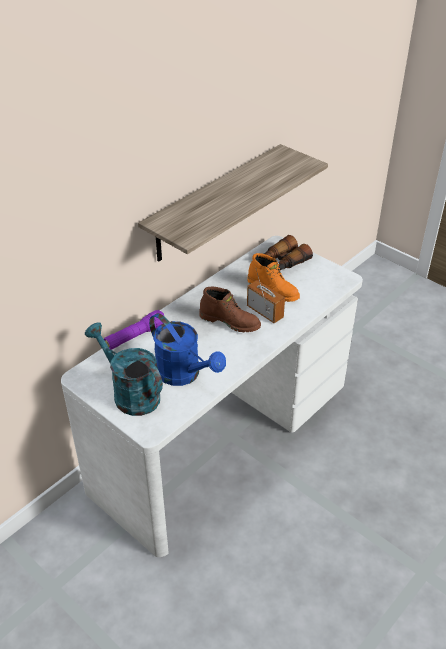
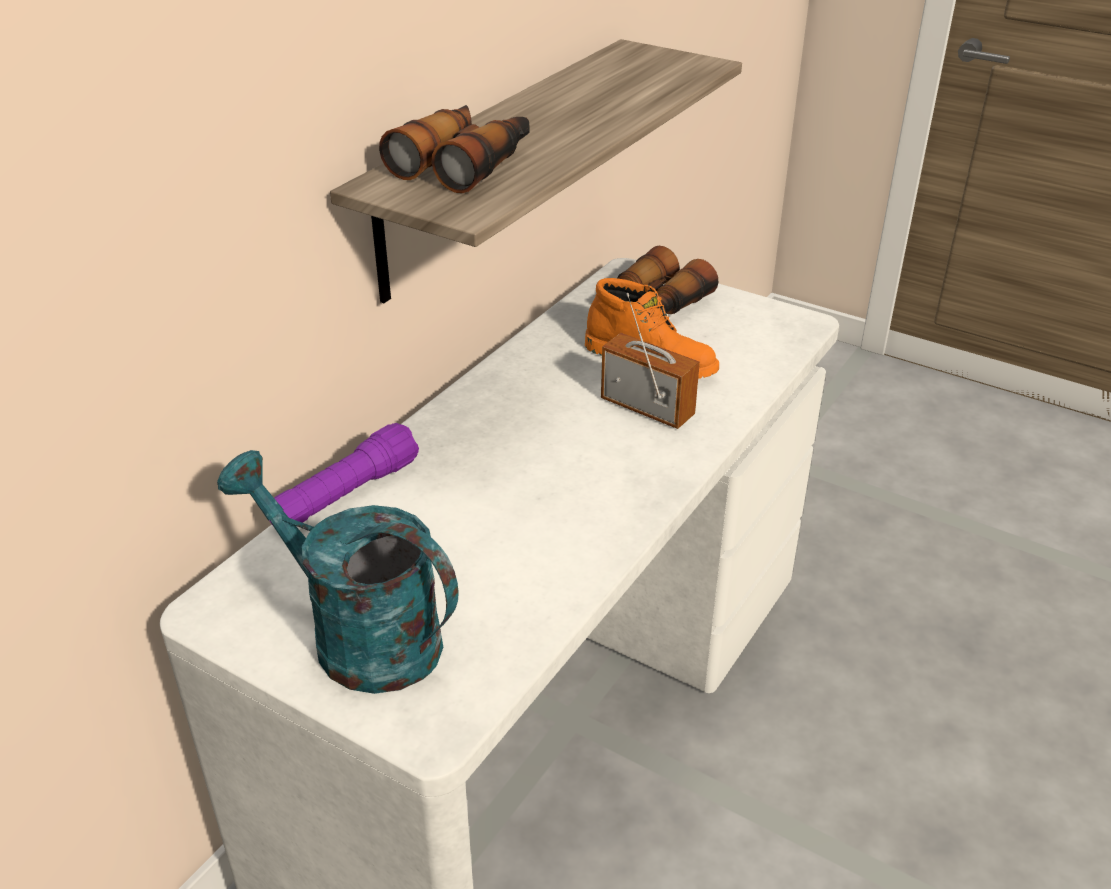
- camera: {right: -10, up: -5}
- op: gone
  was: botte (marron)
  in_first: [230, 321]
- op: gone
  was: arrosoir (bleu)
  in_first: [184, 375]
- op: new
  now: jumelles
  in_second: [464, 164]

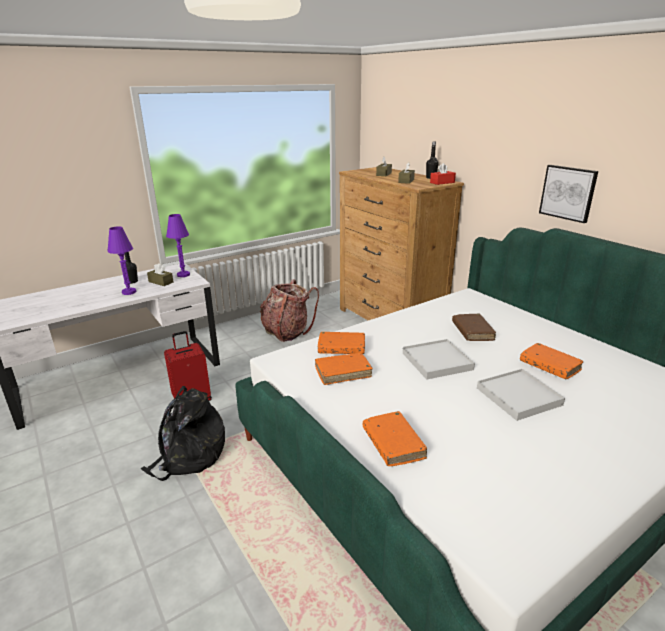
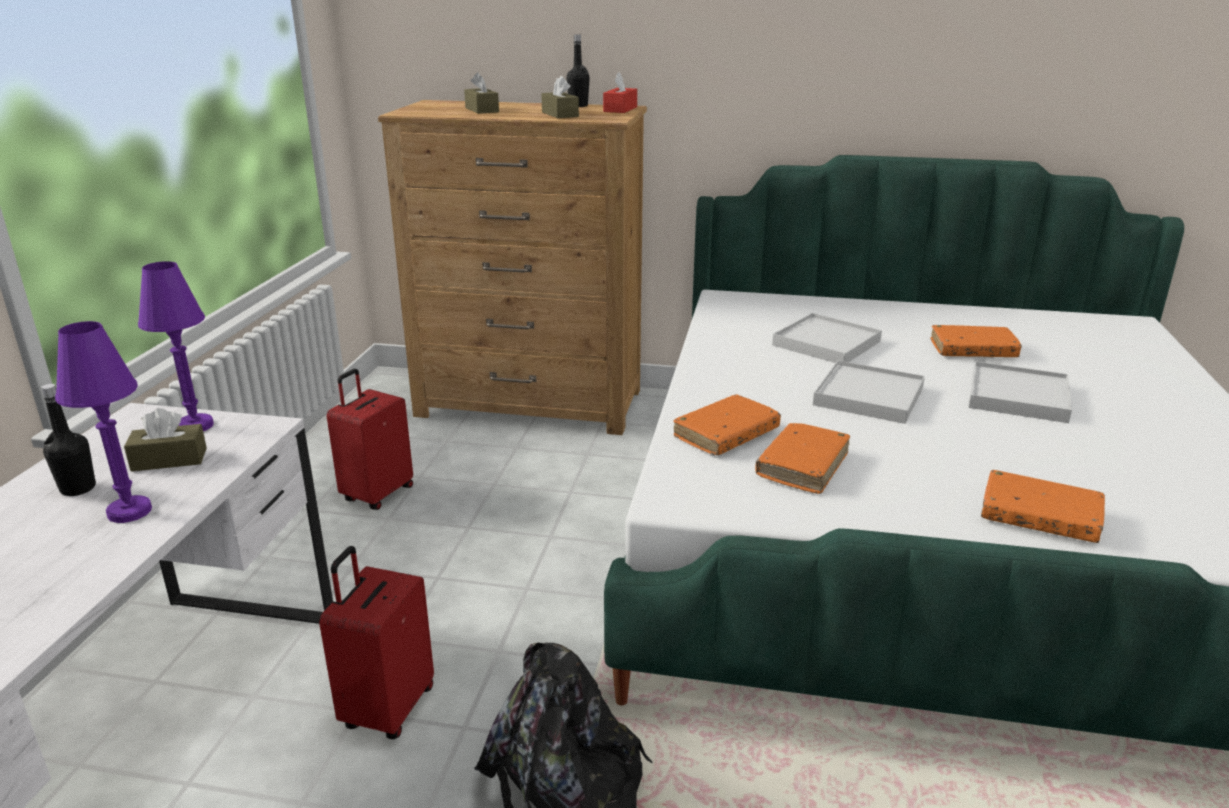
- camera: {right: -45, up: 0}
- op: gone
  was: tableau
  in_first: [568, 193]
- op: swapped
  was: sac à dos
  now: valise (rouge)
  in_first: [287, 332]
  in_second: [377, 494]
- op: swapped
  was: livre (marron)
  now: plateau (blanc)
  in_first: [472, 332]
  in_second: [826, 343]

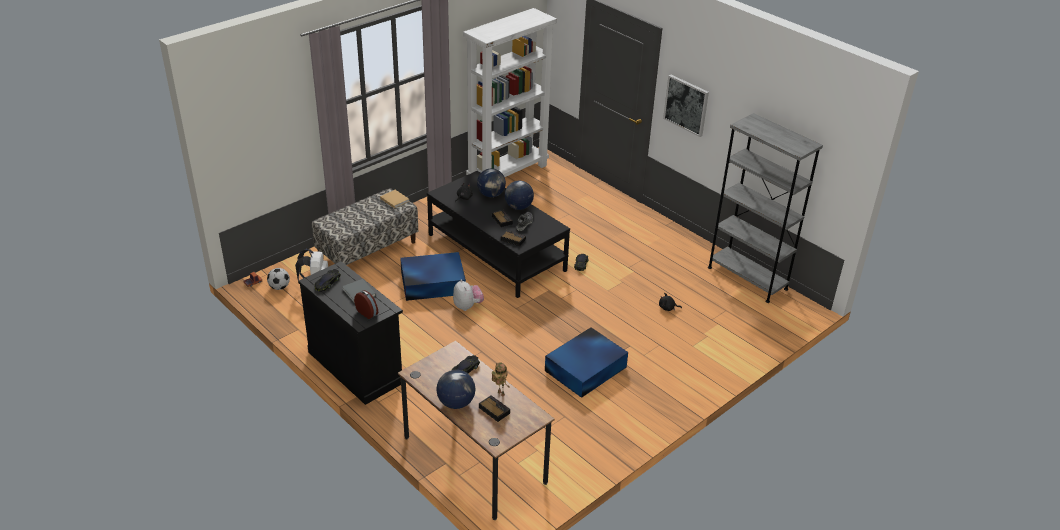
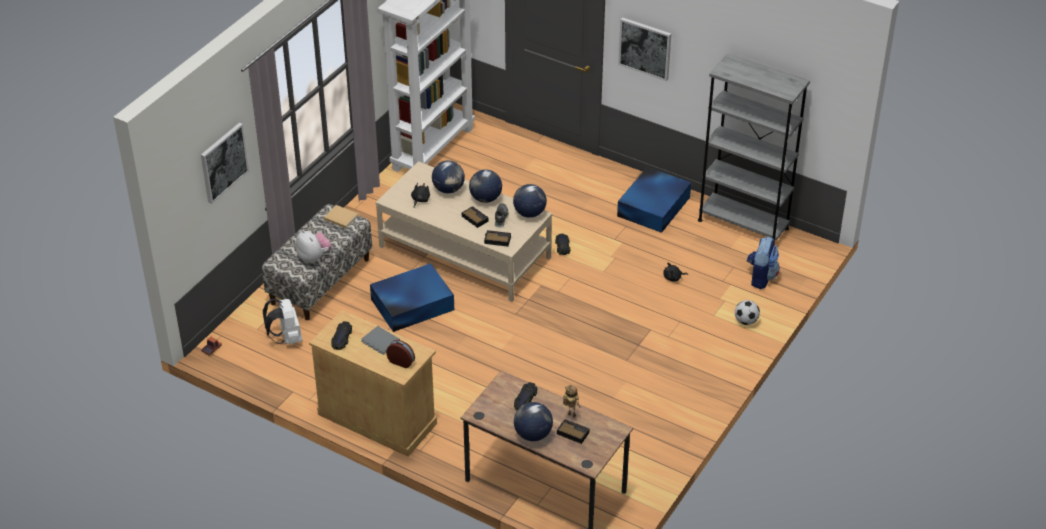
- camera: {right: -15, up: 5}
- op: repainted
  was: table basse (noir)
  now: table basse (beige)
  in_first: [496, 252]
  in_second: [464, 252]
- op: repainted
  was: meuble de rangement (noir)
  now: meuble de rangement (beige)
  in_first: [356, 367]
  in_second: [377, 418]
- op: shifted
  was: ballon de foot
  in_first: [279, 287]
  in_second: [746, 321]
- op: shifted
  was: peluche
  in_first: [467, 306]
  in_second: [314, 257]
- op: shifted
  was: boîte de rangement (bleu)
  in_first: [586, 368]
  in_second: [654, 206]
- op: new
  now: tableau
  in_second: [223, 162]
- op: new
  now: globe
  in_second: [529, 213]
- op: new
  now: sac à dos
  in_second: [760, 277]

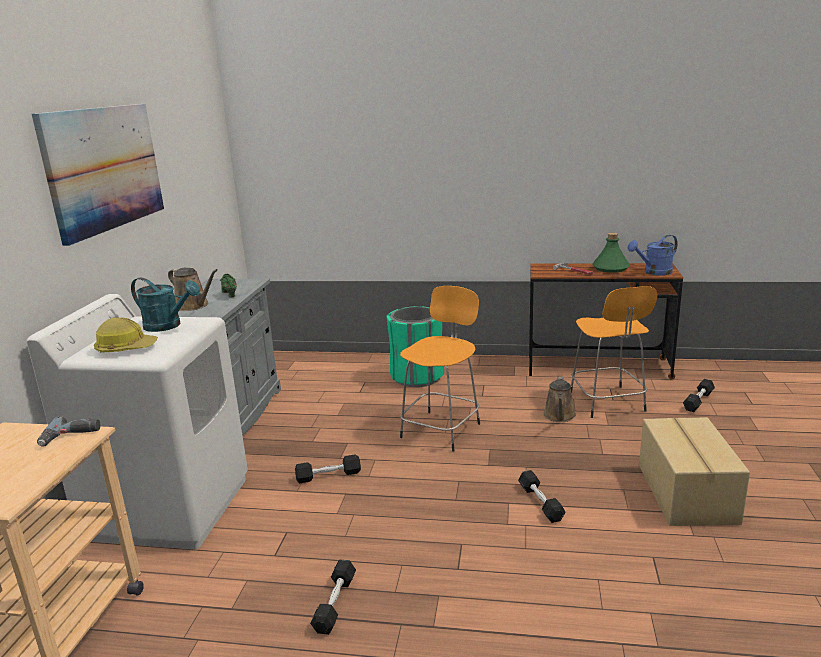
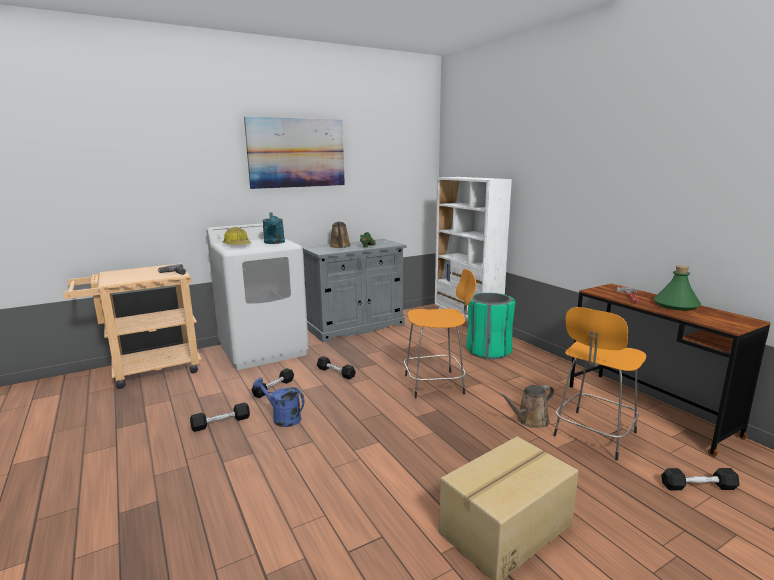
- camera: {right: 50, up: -5}
- op: shifted
  was: arrosoir (bleu)
  in_first: [654, 272]
  in_second: [282, 418]
- op: shifted
  was: haltère (noir)
  in_first: [540, 503]
  in_second: [274, 388]
- op: new
  now: bibliothèque (blanc)
  in_second: [466, 325]

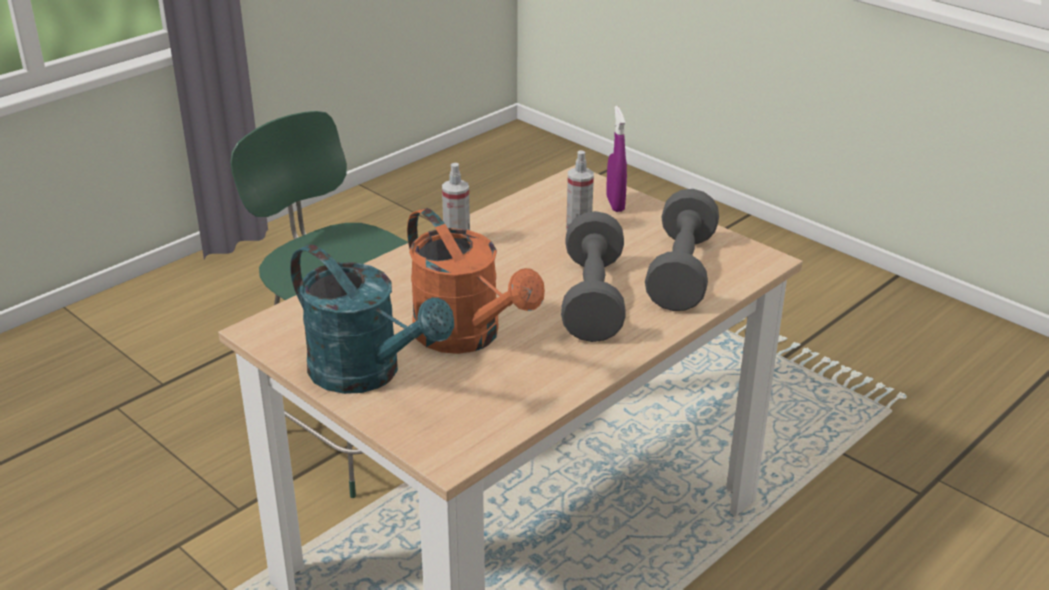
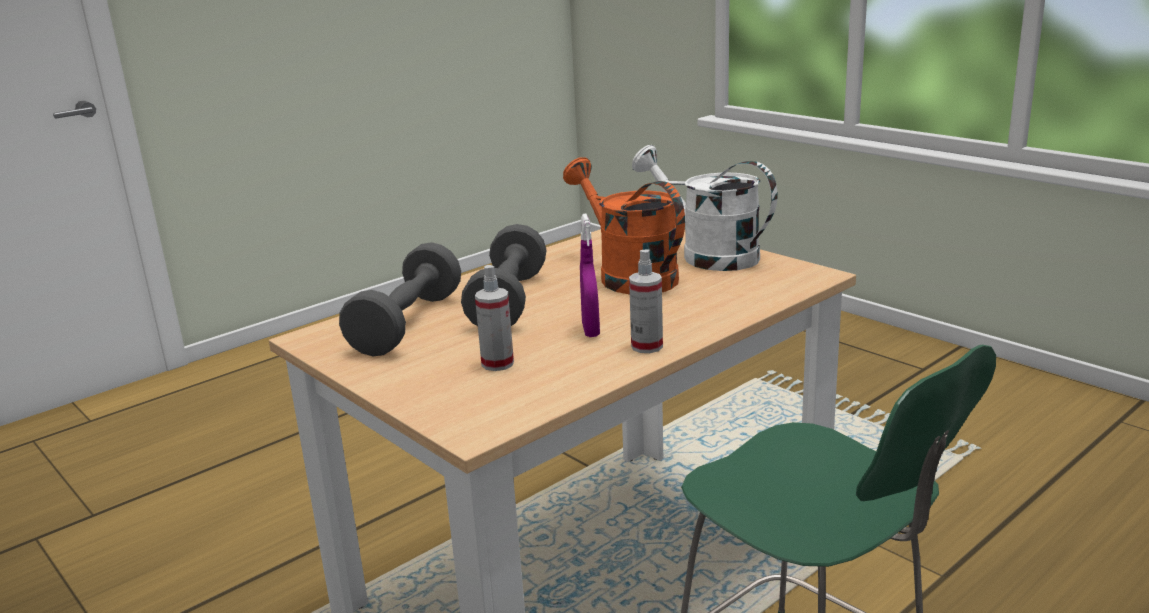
- camera: {right: -175, up: -10}
- op: shifted
  was: vaporisateur (violet)
  in_first: [615, 204]
  in_second: [590, 330]
- op: repainted
  was: arrosoir (turquoise)
  now: arrosoir (blanc)
  in_first: [367, 374]
  in_second: [707, 255]

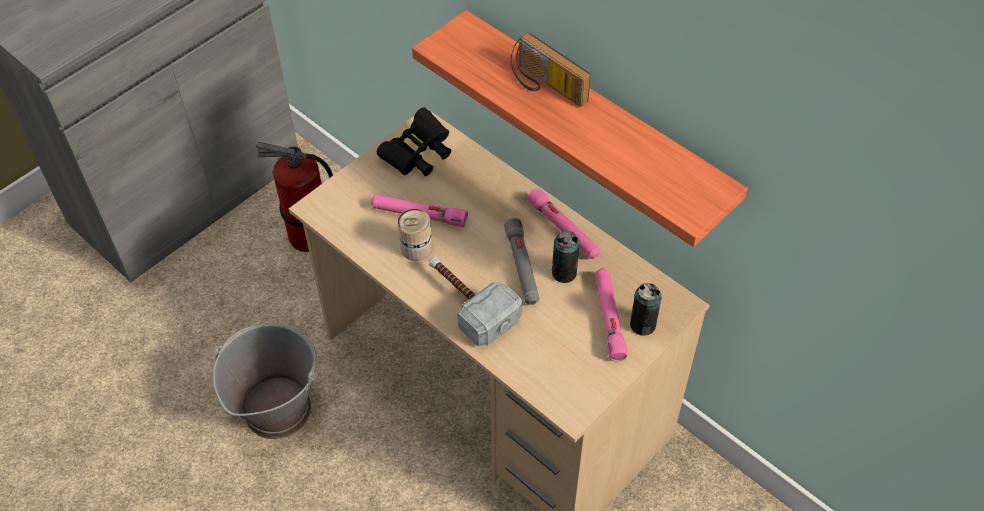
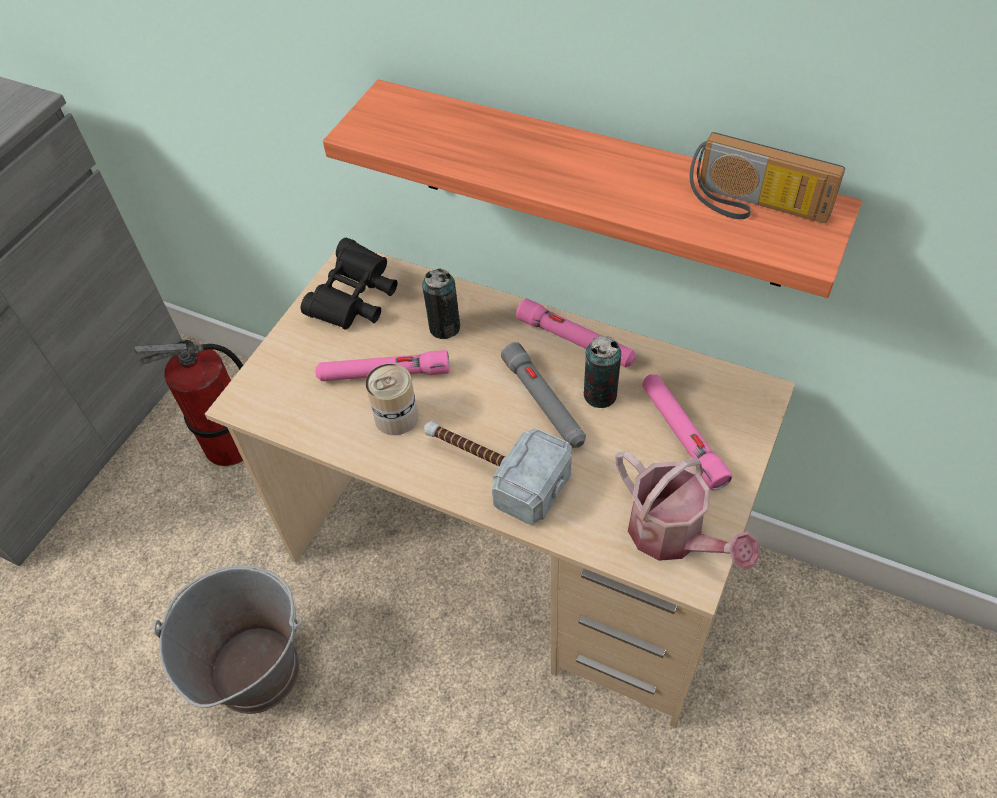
- camera: {right: -15, up: 0}
- op: shifted
  was: radio
  in_first: [545, 86]
  in_second: [754, 207]
- op: shifted
  was: boîte métallique
  in_first: [642, 325]
  in_second: [444, 327]
- op: new
  now: arrosoir
  in_second: [673, 536]

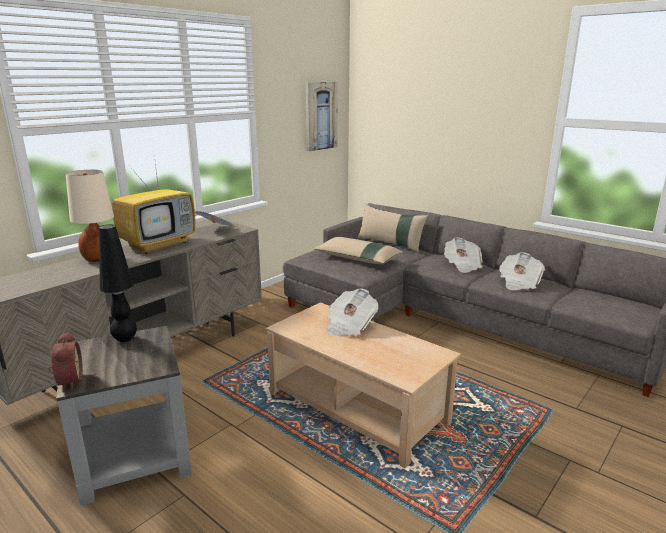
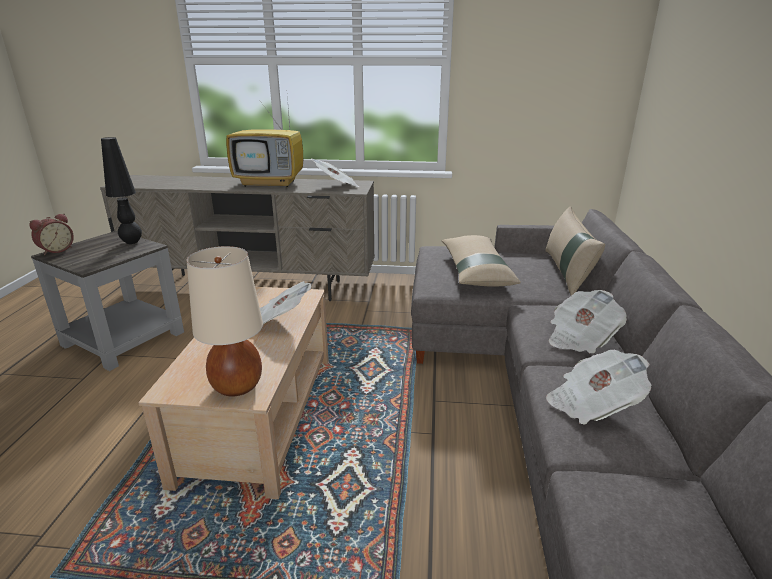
- camera: {right: 55, up: 5}
- op: gone
  was: tableau
  in_first: [320, 116]
- op: shifted
  was: lampe de table (beige)
  in_first: [99, 259]
  in_second: [236, 387]

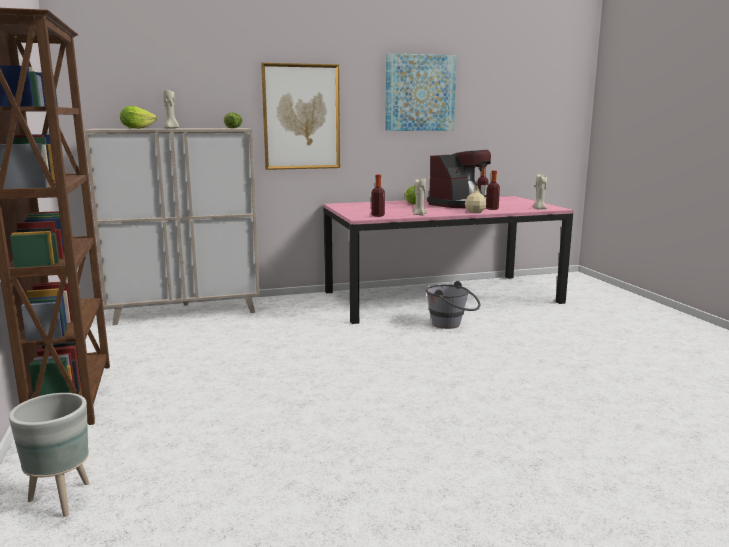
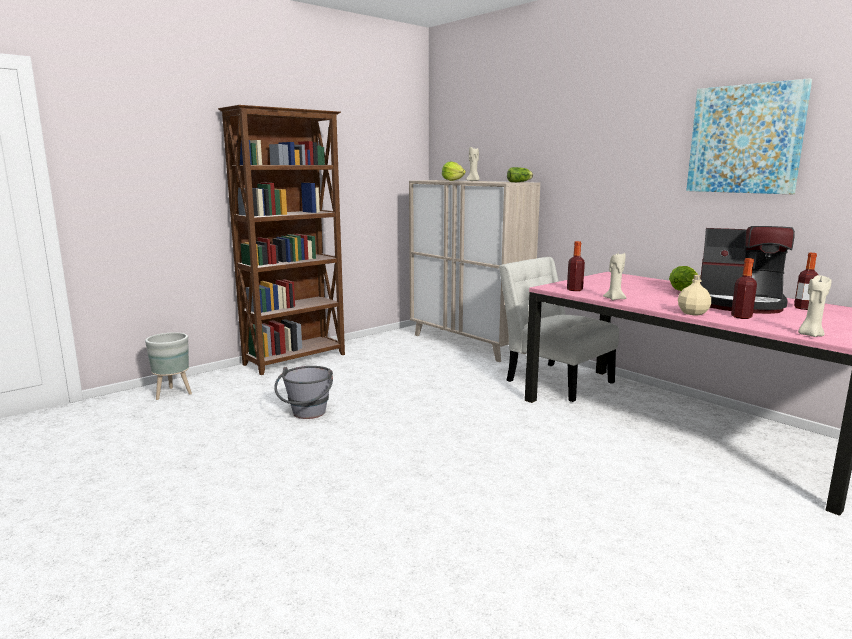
- camera: {right: 65, up: 0}
- op: gone
  was: tableau
  in_first: [301, 117]
- op: shifted
  was: seau (gris)
  in_first: [452, 325]
  in_second: [307, 415]
- op: new
  now: chaise (blanc)
  in_second: [555, 380]

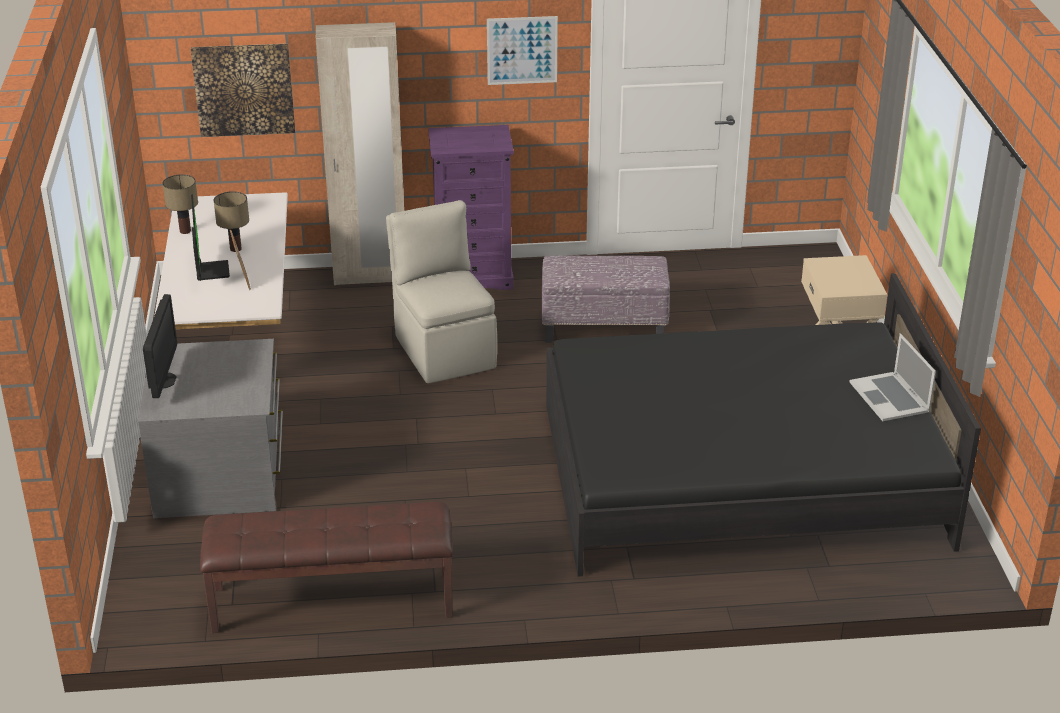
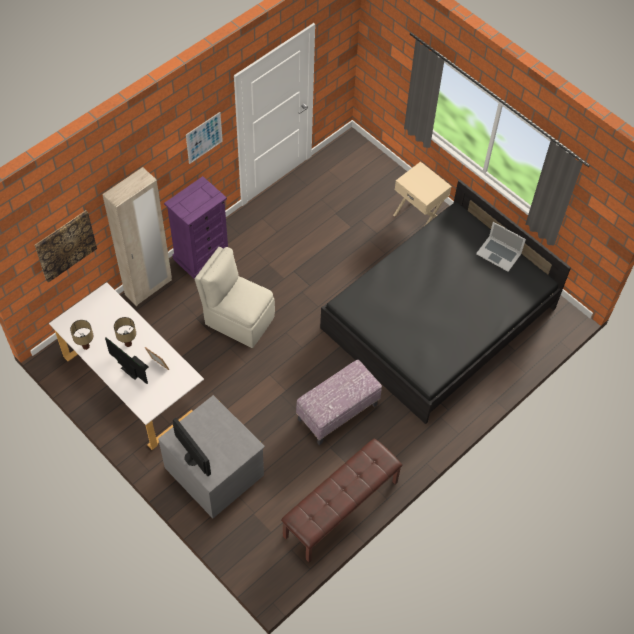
- camera: {right: -40, up: 25}
- op: shifted
  was: pouf
  in_first: [604, 327]
  in_second: [337, 411]

